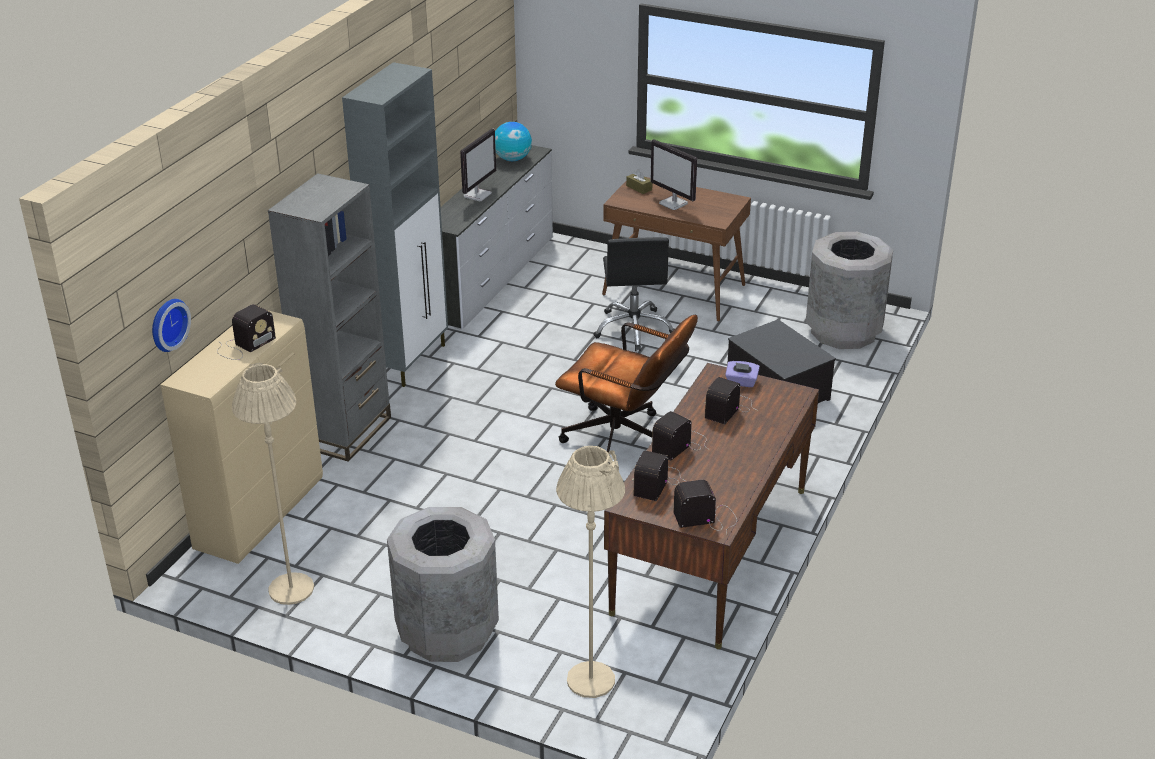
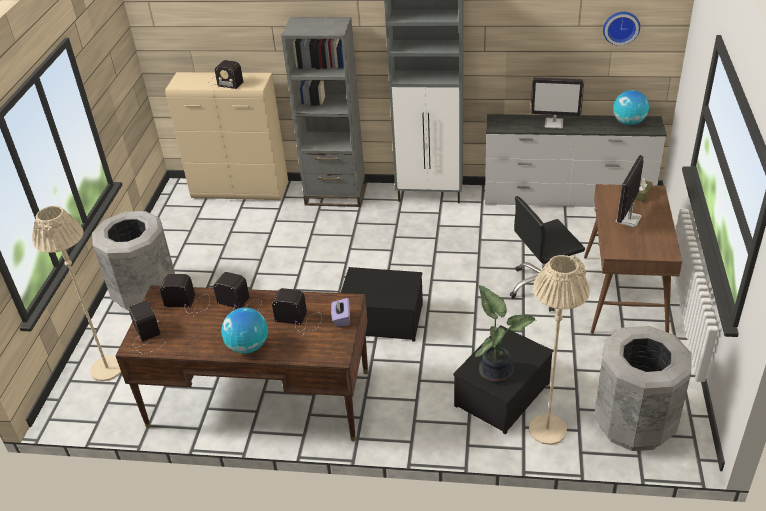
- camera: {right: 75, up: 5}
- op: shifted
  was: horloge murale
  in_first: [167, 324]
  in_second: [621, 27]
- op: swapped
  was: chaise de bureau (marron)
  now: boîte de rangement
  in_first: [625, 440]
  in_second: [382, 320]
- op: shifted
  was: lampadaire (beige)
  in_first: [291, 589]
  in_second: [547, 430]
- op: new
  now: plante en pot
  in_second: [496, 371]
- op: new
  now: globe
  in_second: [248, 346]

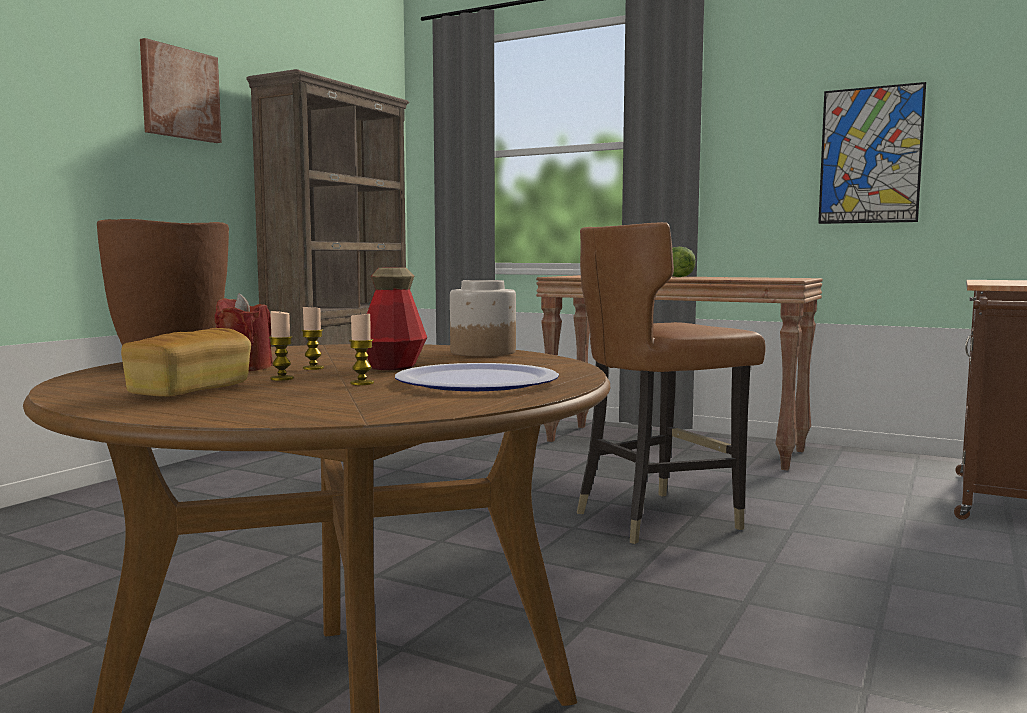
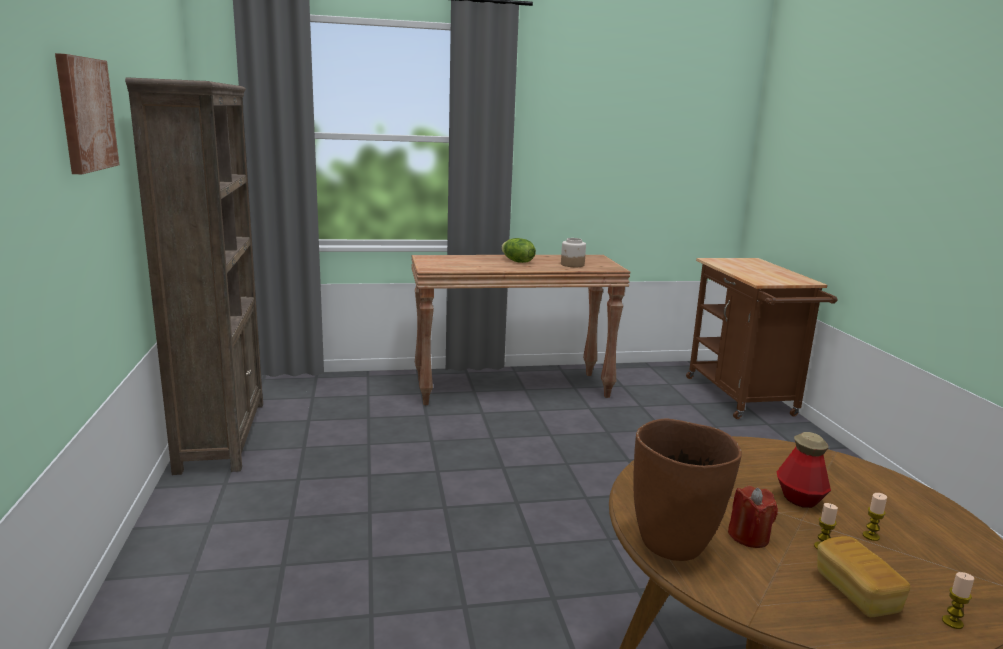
- camera: {right: -40, up: 10}
- op: gone
  was: tableau
  in_first: [870, 155]
- op: gone
  was: chaise (marron)
  in_first: [656, 518]
- op: shifted
  was: bocal
  in_first: [482, 352]
  in_second: [572, 265]
- op: shifted
  was: bougie
  in_first: [313, 368]
  in_second: [952, 622]
- op: gone
  was: assiette
  in_first: [476, 382]

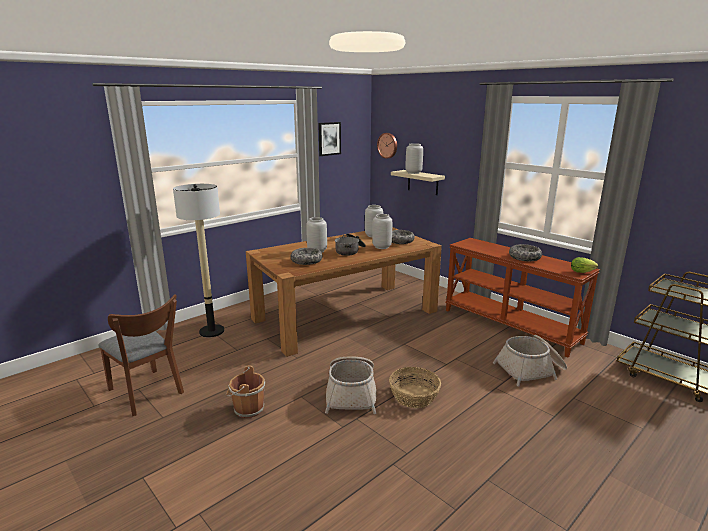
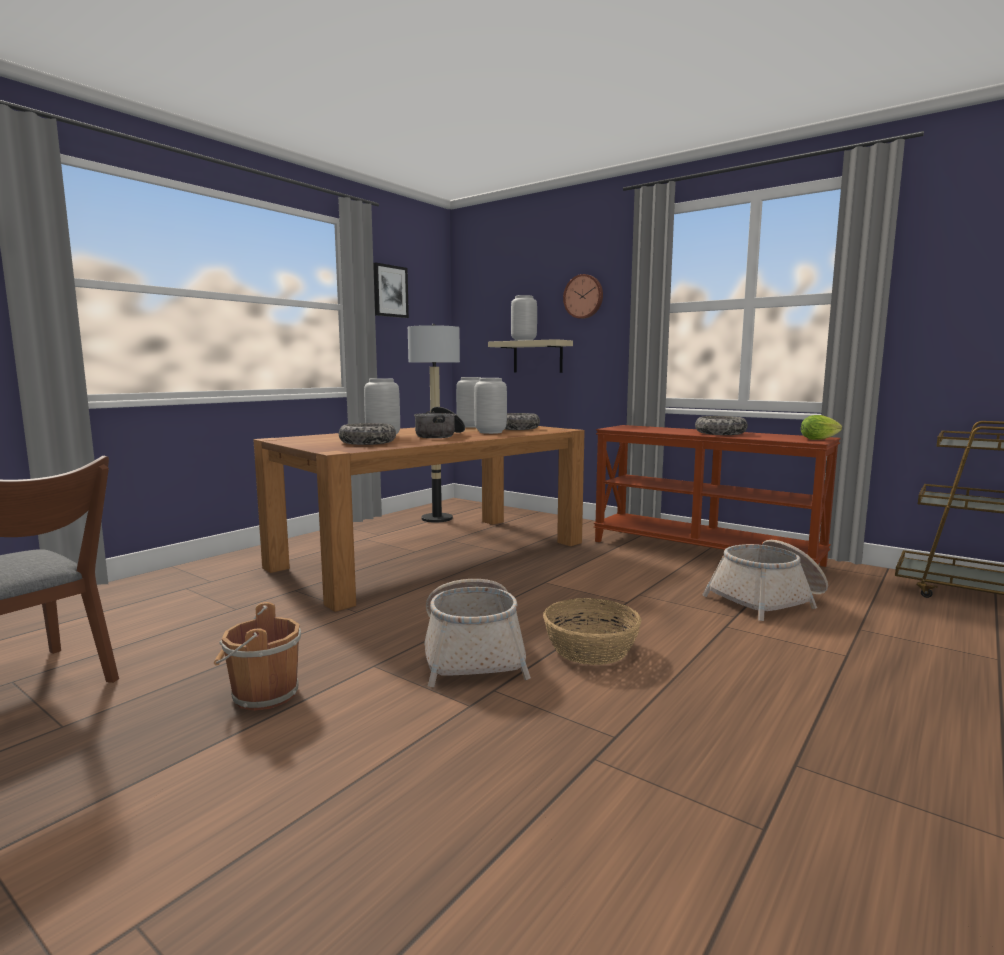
- camera: {right: -10, up: -10}
- op: shifted
  was: horloge murale
  in_first: [388, 145]
  in_second: [584, 296]
- op: shifted
  was: lampadaire
  in_first: [211, 331]
  in_second: [437, 518]

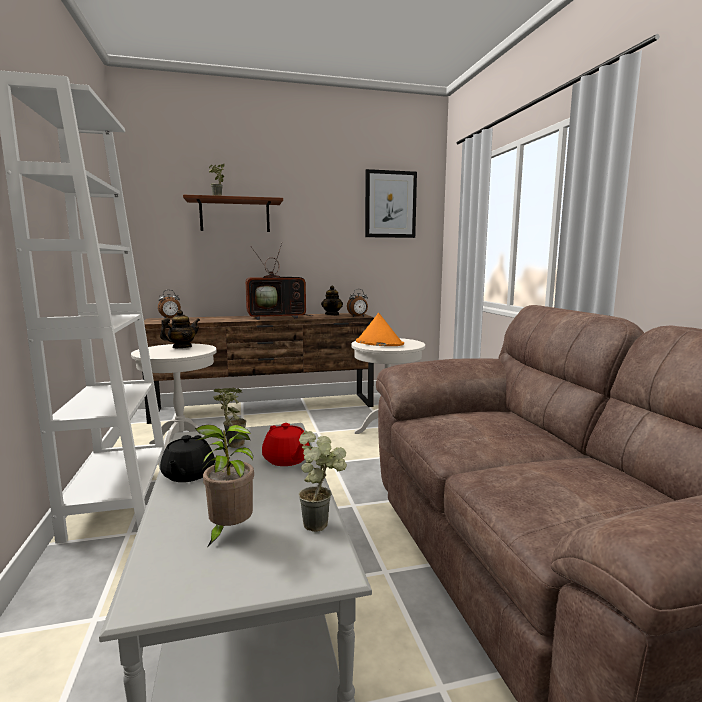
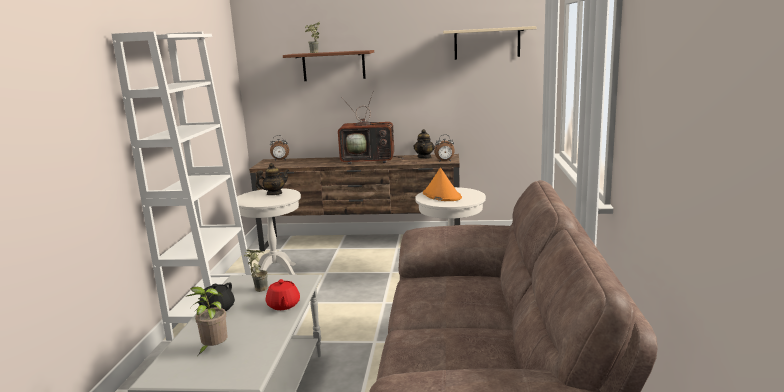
- camera: {right: 20, up: 5}
- op: swapped
  was: tableau
  now: étagère (beige)
  in_first: [390, 204]
  in_second: [487, 43]
- op: gone
  was: plante en pot
  in_first: [323, 524]

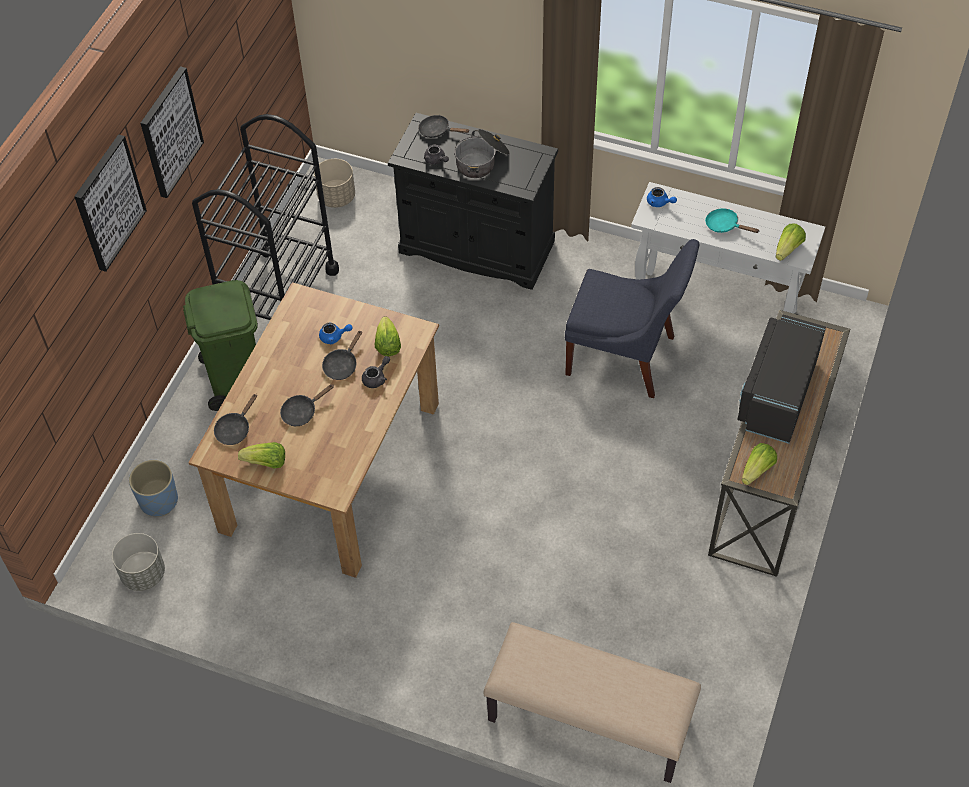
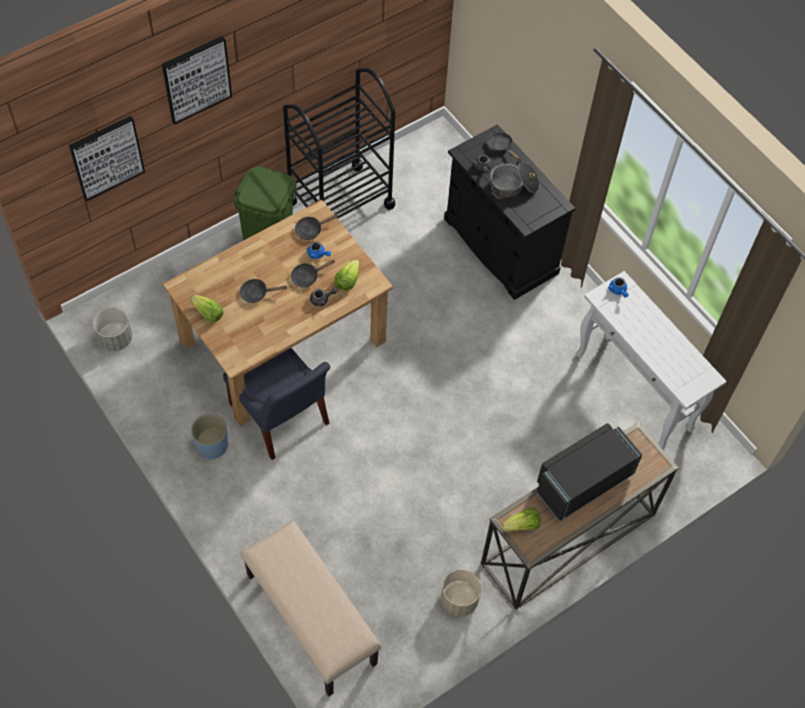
- camera: {right: 30, up: 5}
- op: shifted
  was: tableau
  in_first: [170, 132]
  in_second: [106, 157]
- op: shifted
  was: cache-pot (beige)
  in_first: [336, 197]
  in_second: [459, 600]
- op: gone
  was: poêle (turquoise)
  in_first: [725, 225]
- op: gone
  was: laitue
  in_first: [788, 249]
- op: shifted
  was: chaise (bleu)
  in_first: [625, 358]
  in_second: [281, 417]
- op: shifted
  was: poêle (noir)
  in_first: [235, 429]
  in_second: [311, 230]
- op: shifted
  was: cache-pot (bleu)
  in_first: [158, 500]
  in_second: [212, 445]

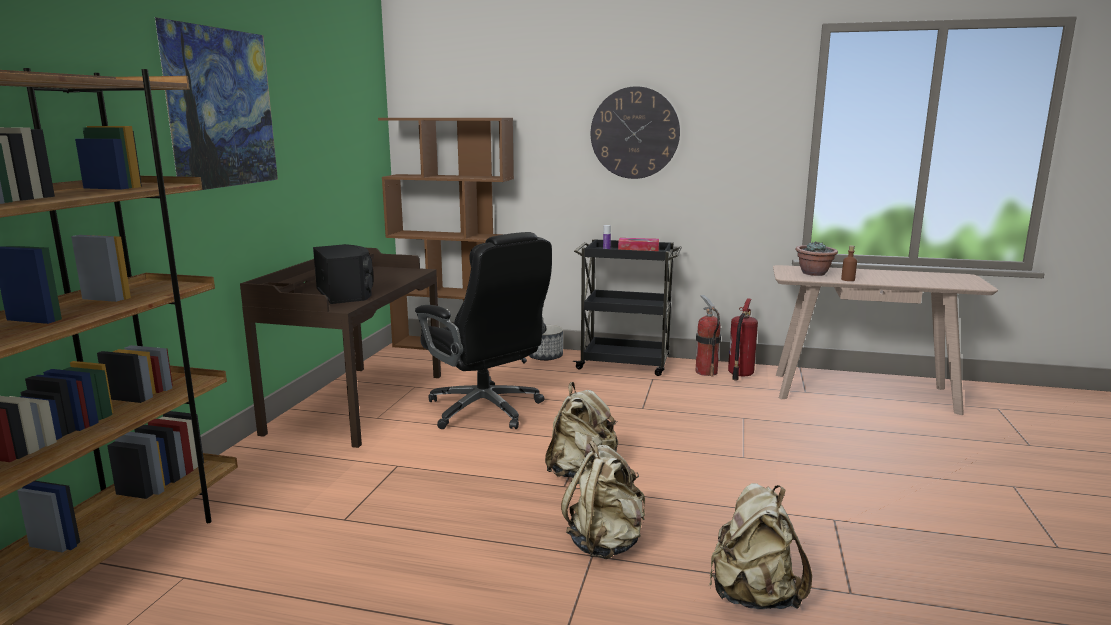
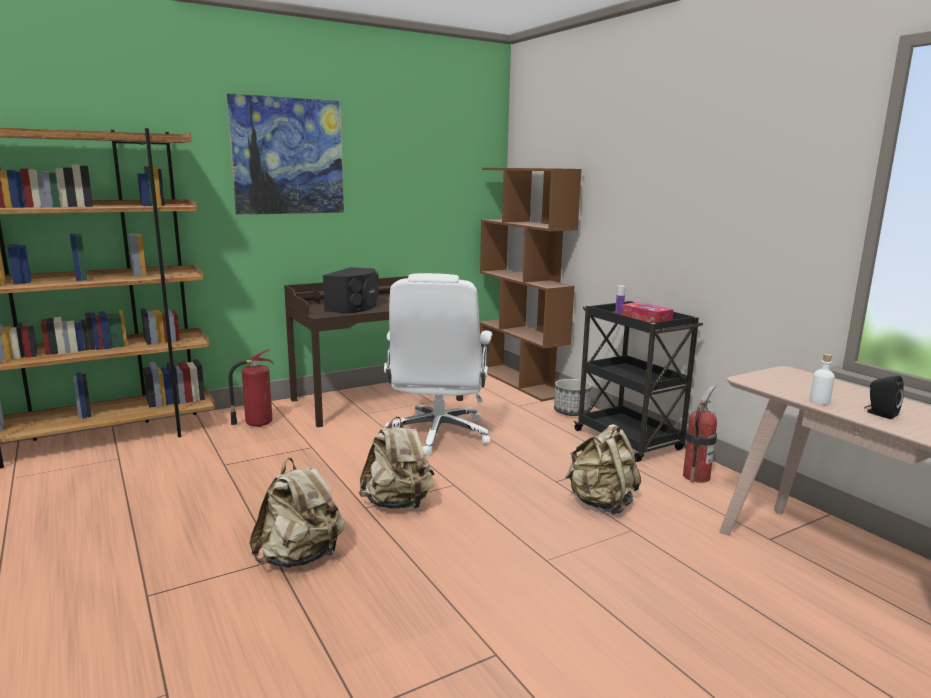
- camera: {right: 45, up: 0}
- op: gone
  was: horloge murale
  in_first: [634, 133]
- op: repainted
  was: chaise de bureau (noir)
  now: chaise de bureau (blanc)
  in_first: [486, 410]
  in_second: [438, 434]
- op: gone
  was: plante en pot
  in_first: [814, 273]
- op: repainted
  was: bouteille (marron)
  now: bouteille (blanc)
  in_first: [848, 280]
  in_second: [819, 401]
- op: shifted
  was: extincteur
  in_first: [739, 374]
  in_second: [256, 423]
- op: shifted
  was: sac à dos (beige)
  in_first: [753, 596]
  in_second: [601, 503]
- op: new
  now: enceinte (noir)
  in_second: [880, 414]

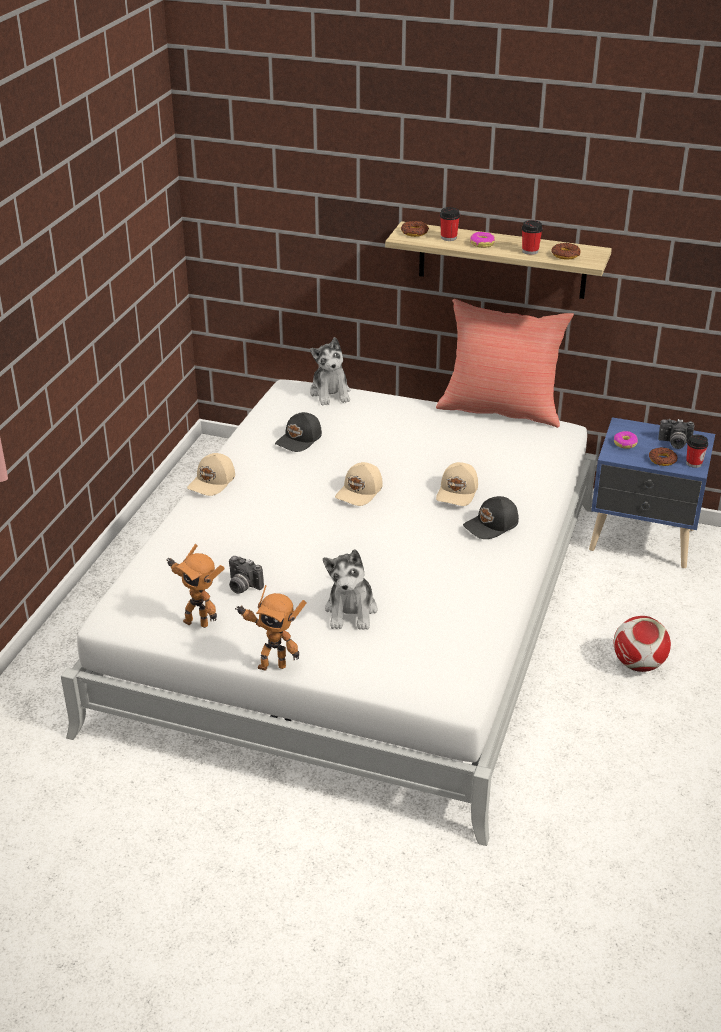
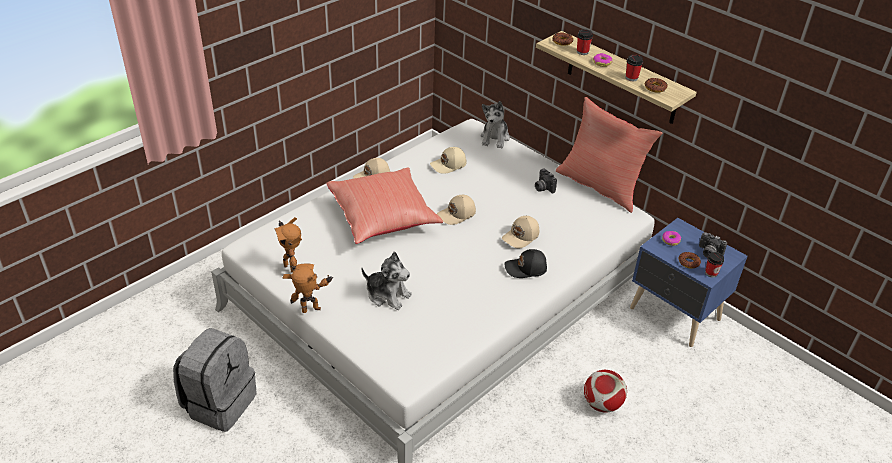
- camera: {right: 25, up: 5}
- op: repainted
  was: casquette (noir)
  now: casquette (beige)
  in_first: [300, 440]
  in_second: [449, 165]
- op: rotated
  was: peluche
  in_first: [351, 611]
  in_second: [387, 295]
  clockwise: -90
- op: shifted
  was: appareil photo
  in_first: [242, 586]
  in_second: [543, 188]
- op: rotated
  was: robot jouet
  in_first: [272, 665]
  in_second: [312, 312]
  clockwise: 135
- op: new
  now: coussin (rouge)
  in_second: [384, 218]
- op: new
  now: sac à dos (gris)
  in_second: [219, 403]

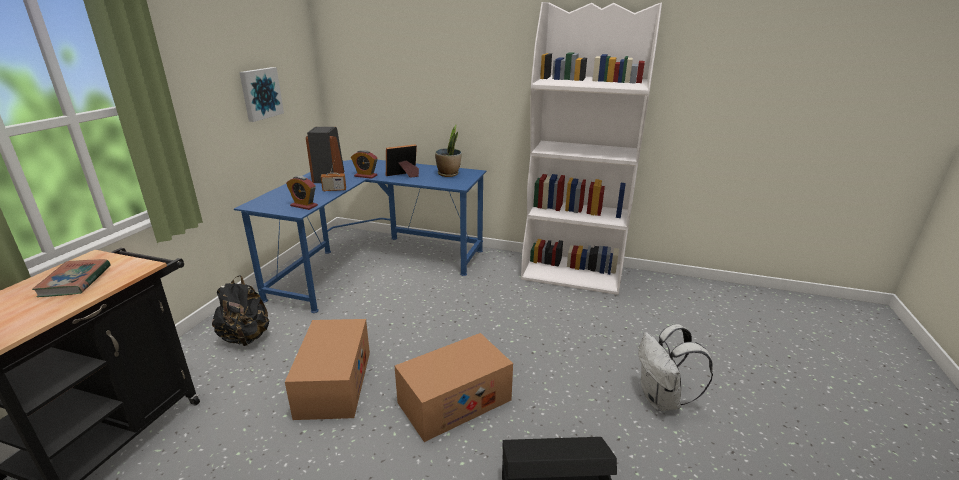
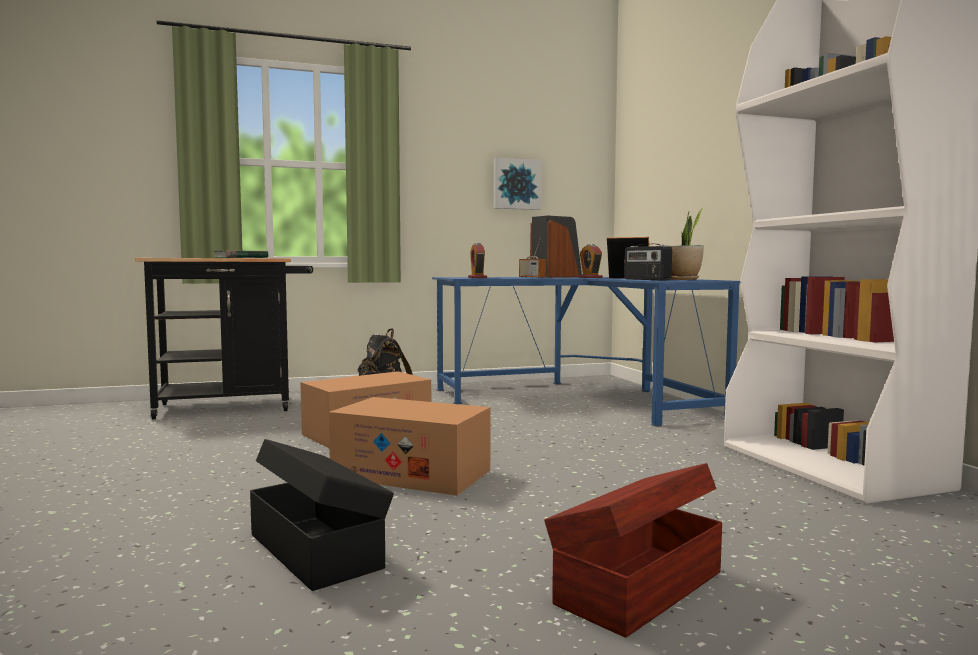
- camera: {right: 55, up: -20}
- op: swapped
  was: sac à dos (blanc)
  now: boîte de rangement (marron)
  in_first: [662, 400]
  in_second: [636, 587]
- op: new
  now: radio
  in_second: [646, 279]

